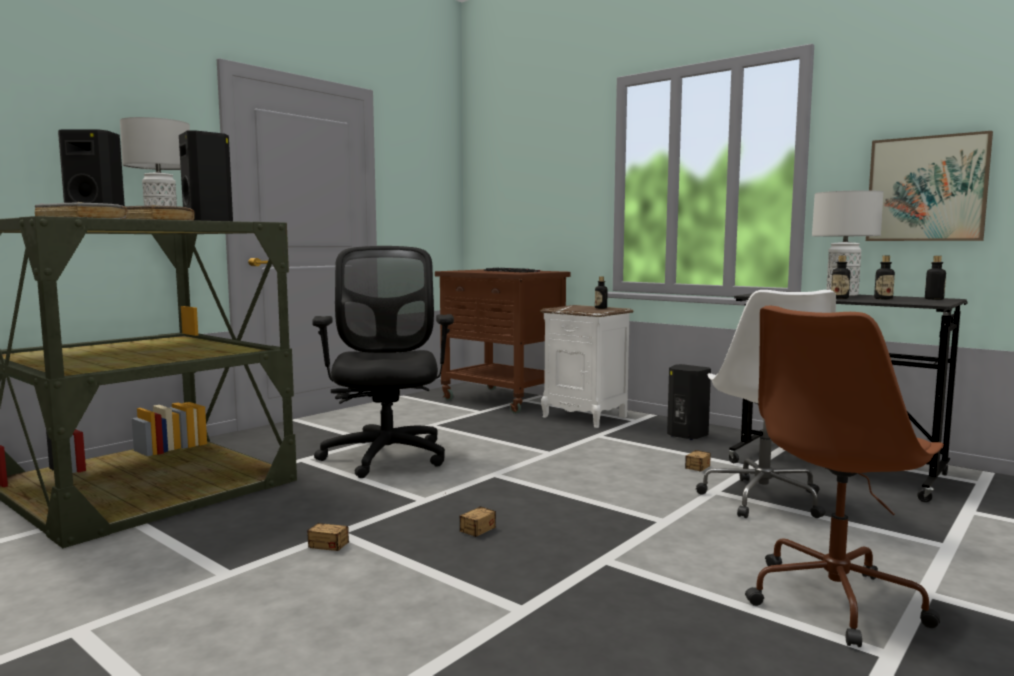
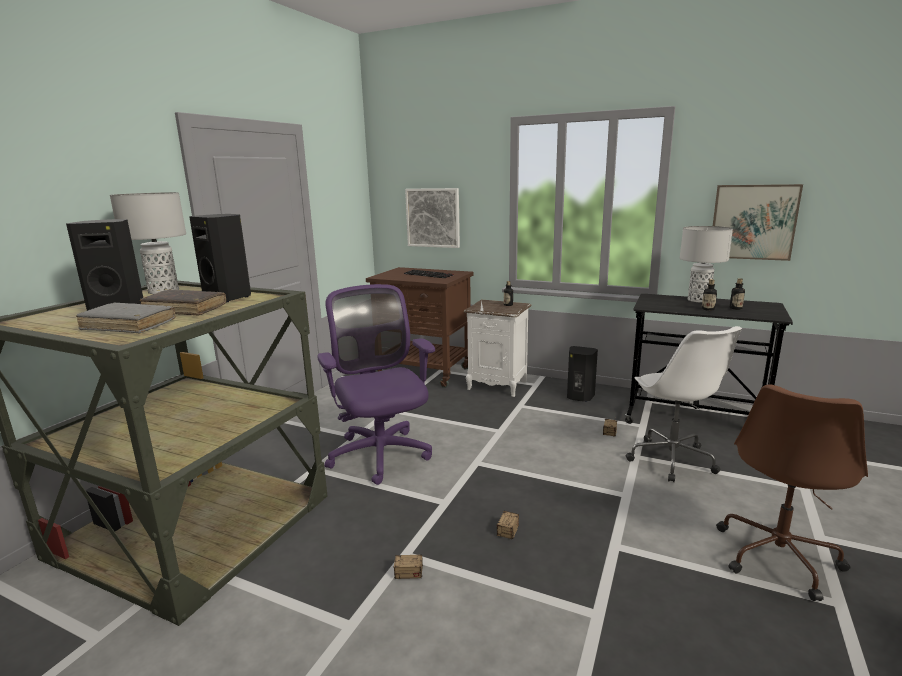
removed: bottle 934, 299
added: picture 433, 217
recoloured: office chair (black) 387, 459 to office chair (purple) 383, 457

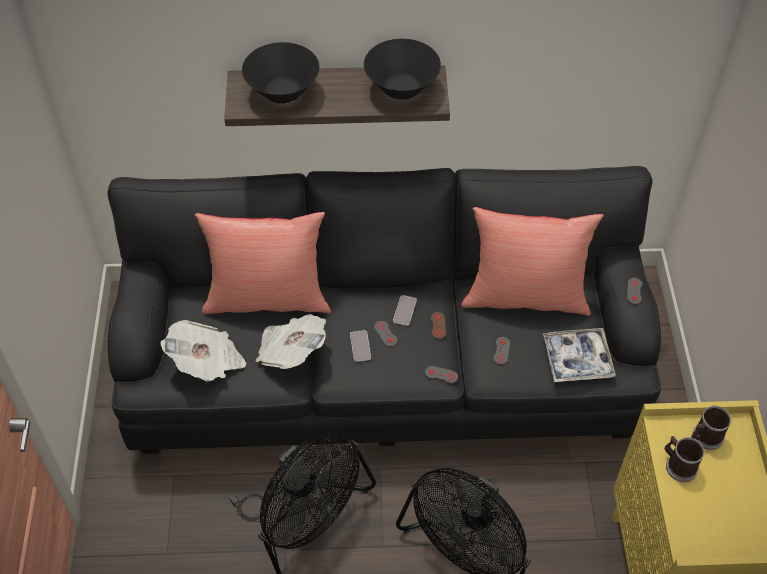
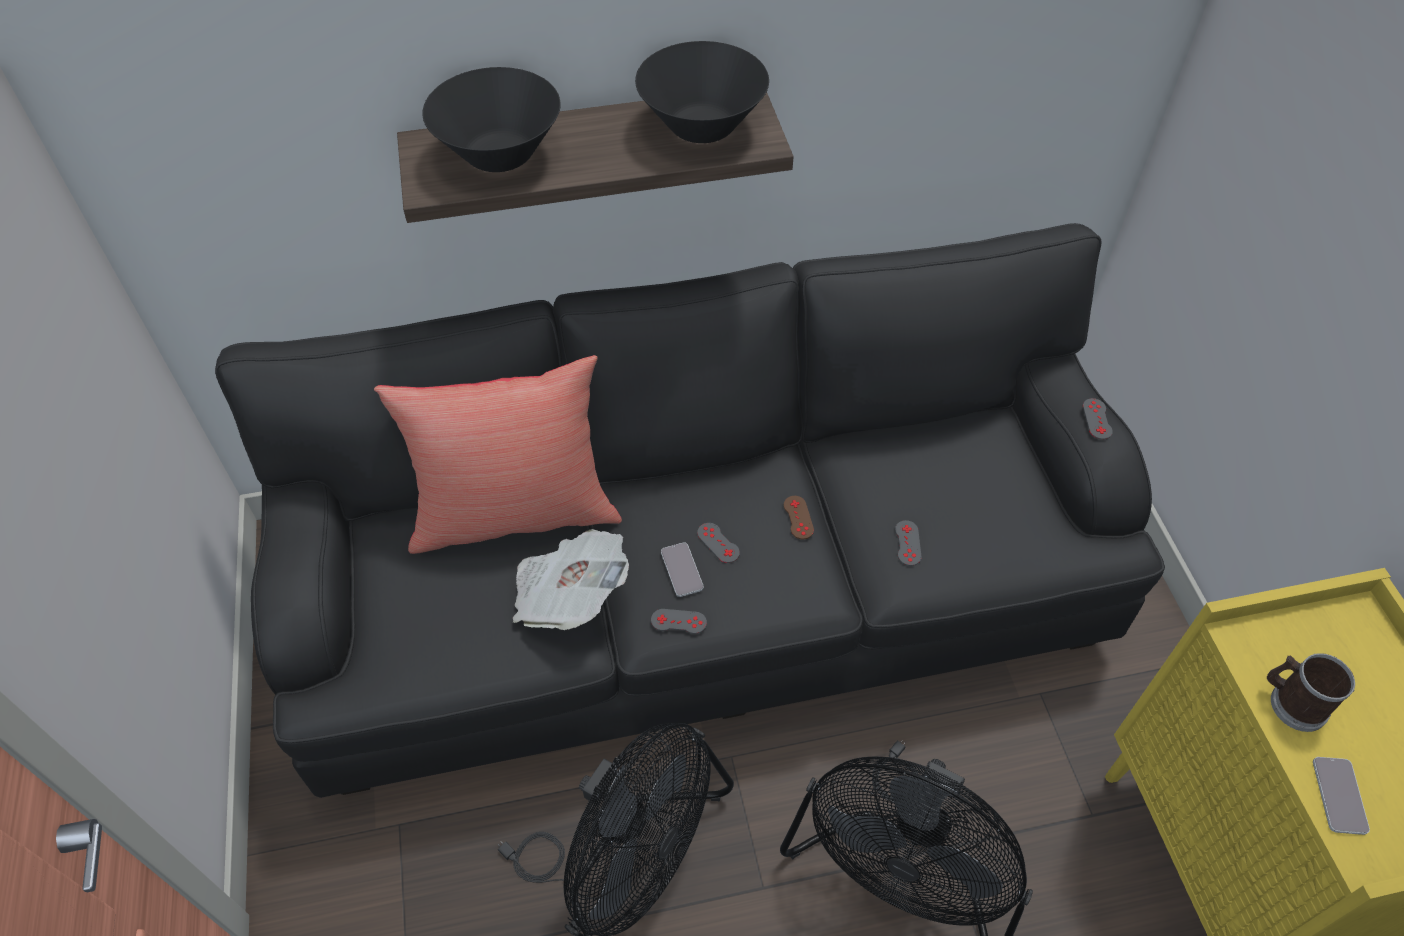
removed: newspaper 207, 362; pillow (red) 525, 296; tray 577, 359; mug 704, 438
moved: game controller (grey) 441, 374 to 678, 621; phone 404, 311 to 1339, 796

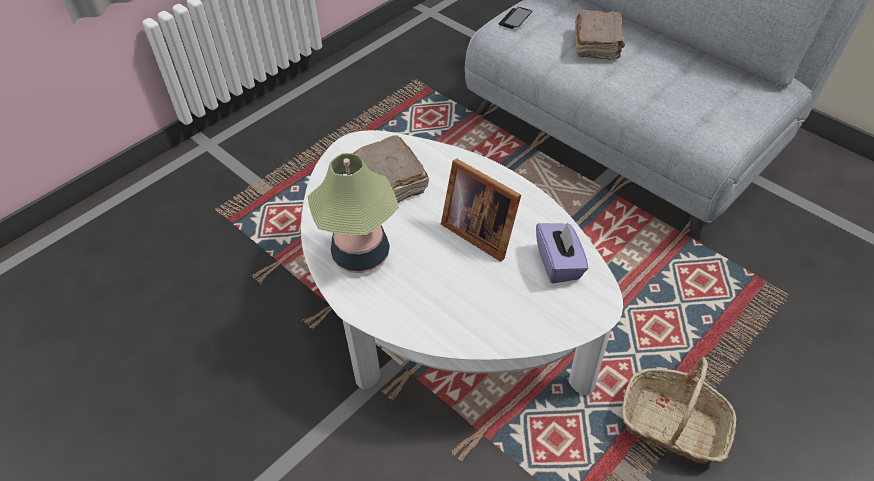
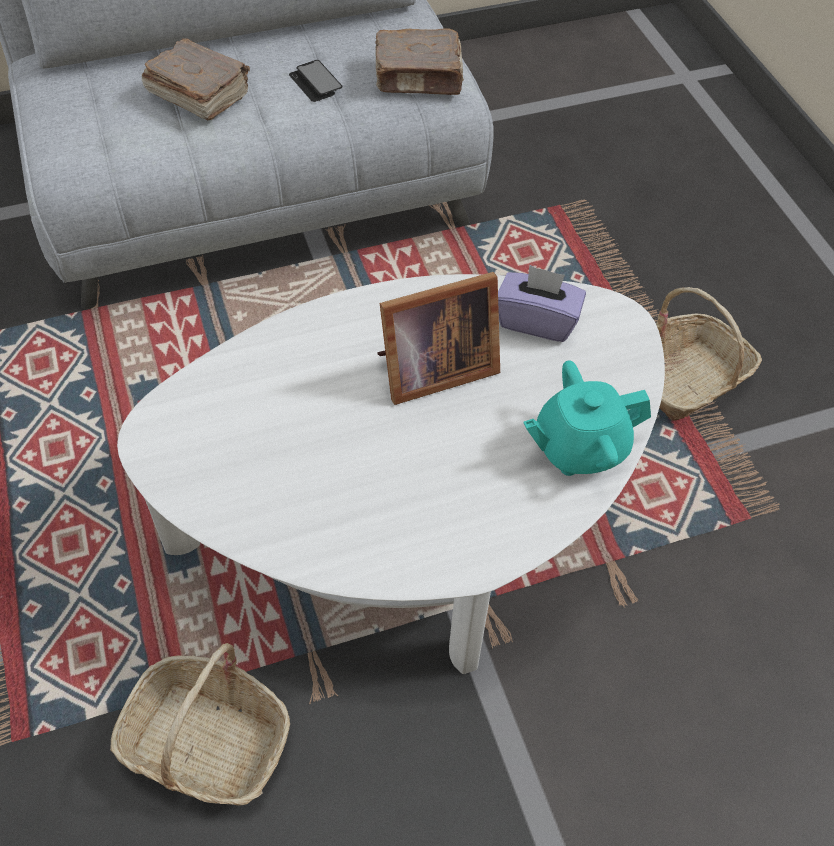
removed: table lamp 361, 254
added: basket 207, 741; teapot (turquoise) 579, 447
moved: phone 515, 19 to 315, 82; book (brown) 391, 181 to 419, 78

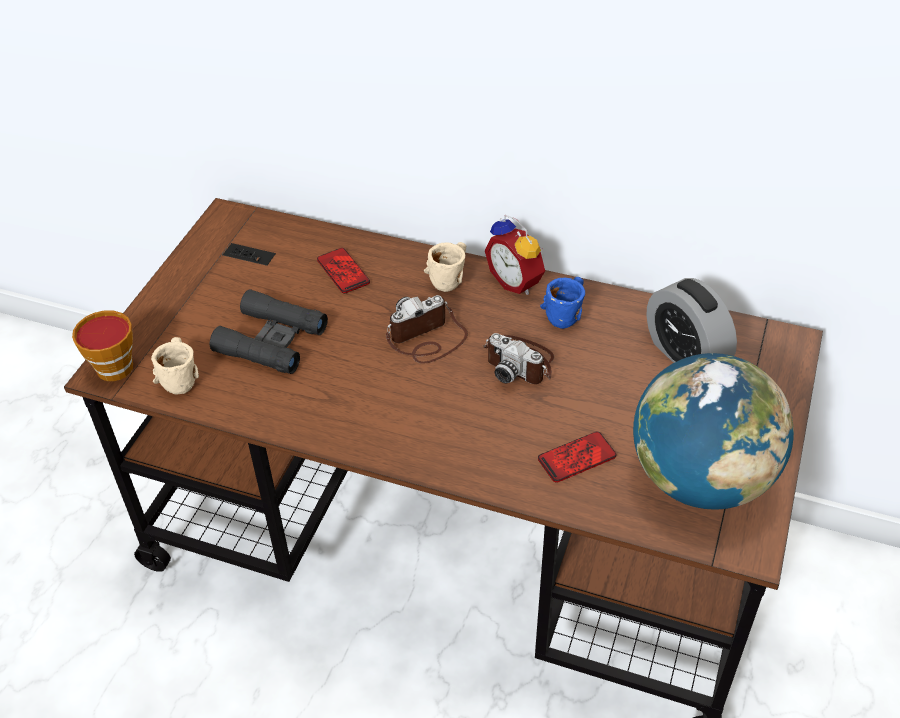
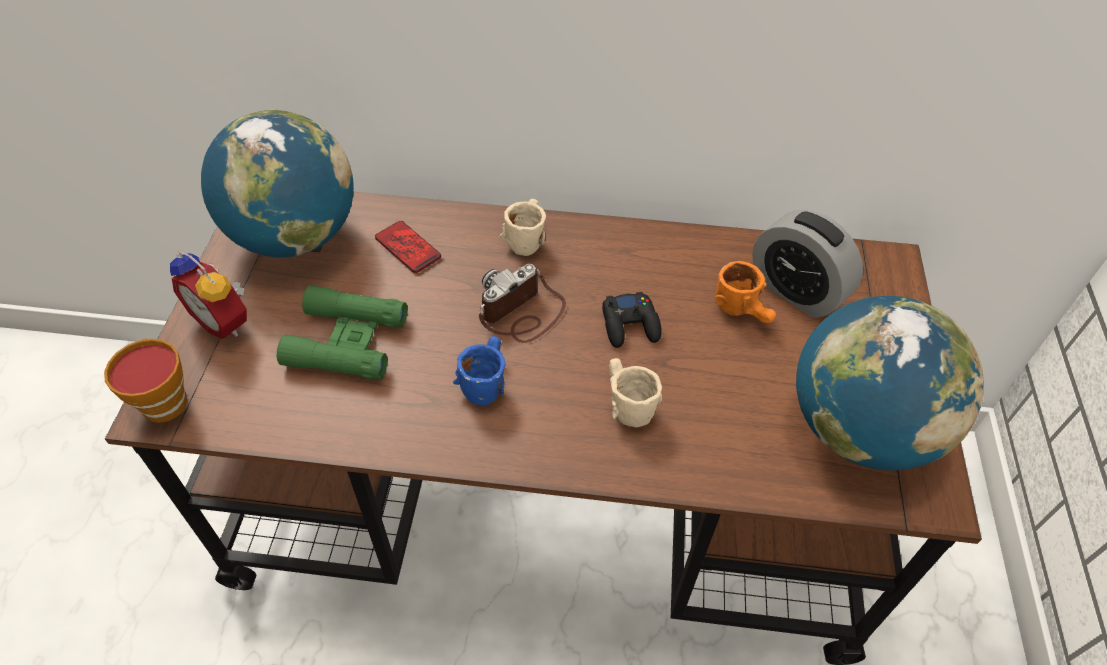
removed: phone 577, 458
added: globe 295, 236; mug (orange) 744, 311
moved: alarm clock 517, 281 to 225, 320; mug (blue) 565, 311 to 484, 379; mug (beige) 177, 375 to 624, 402
replaced: photo camera 520, 362 to game controller (black) 630, 325
recoloured: binoculars (black) 271, 340 to binoculars (green) 347, 341

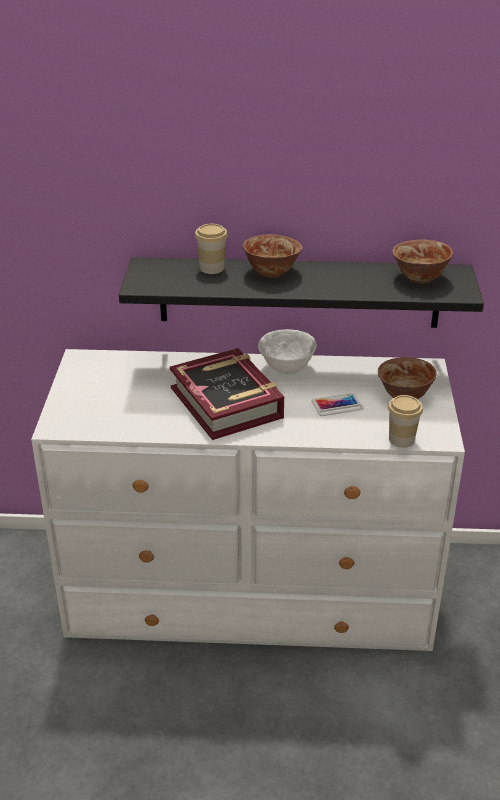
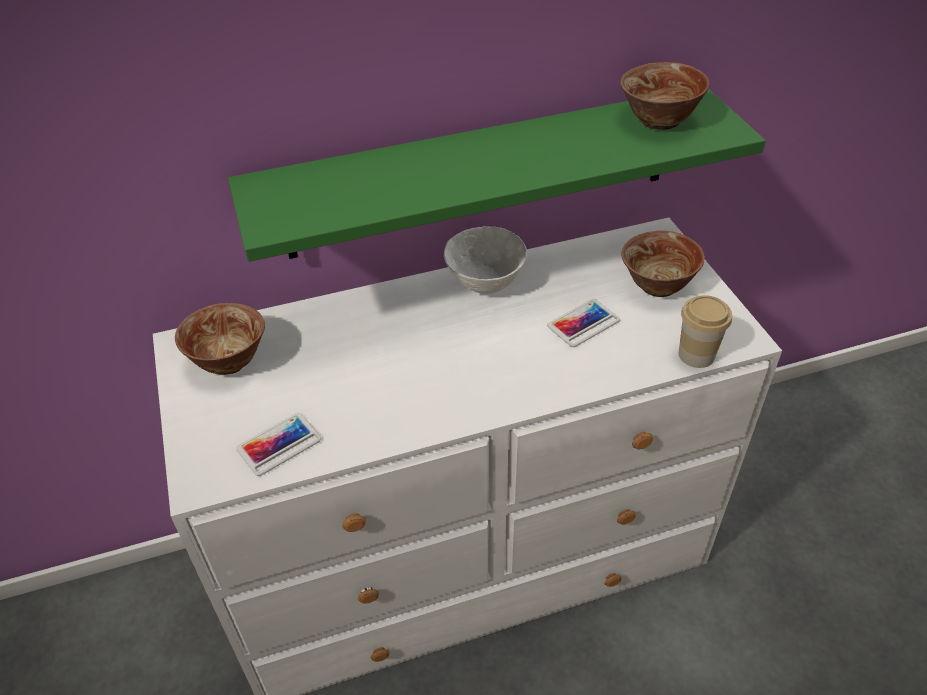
removed: book 227, 402; cup 212, 268
added: phone 279, 444
moved: bowl 271, 272 to 228, 361
recoloured: shelf (black) 299, 292 to shelf (green) 481, 173

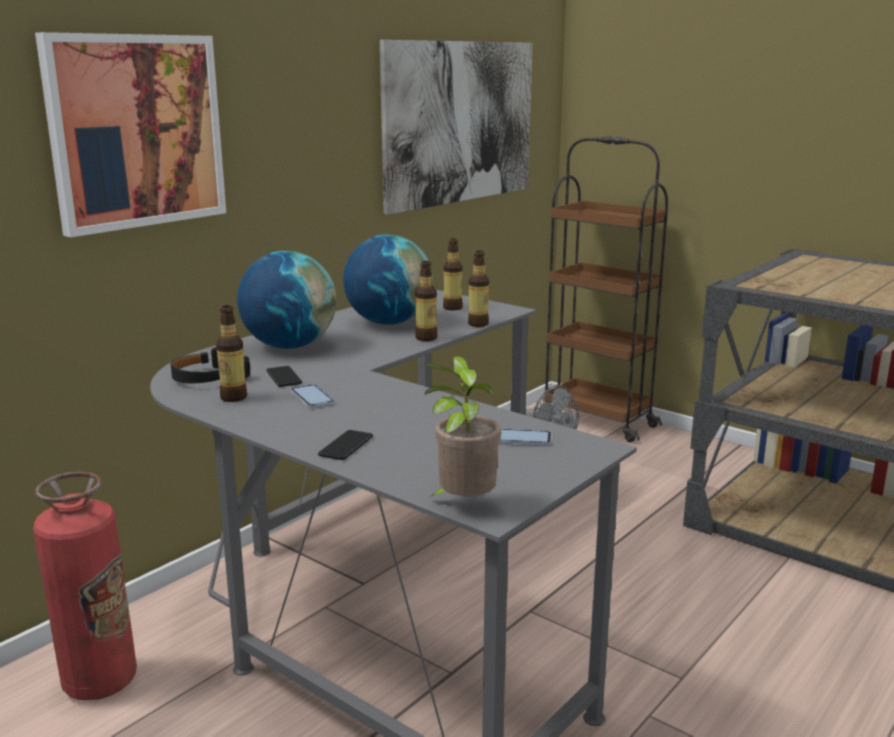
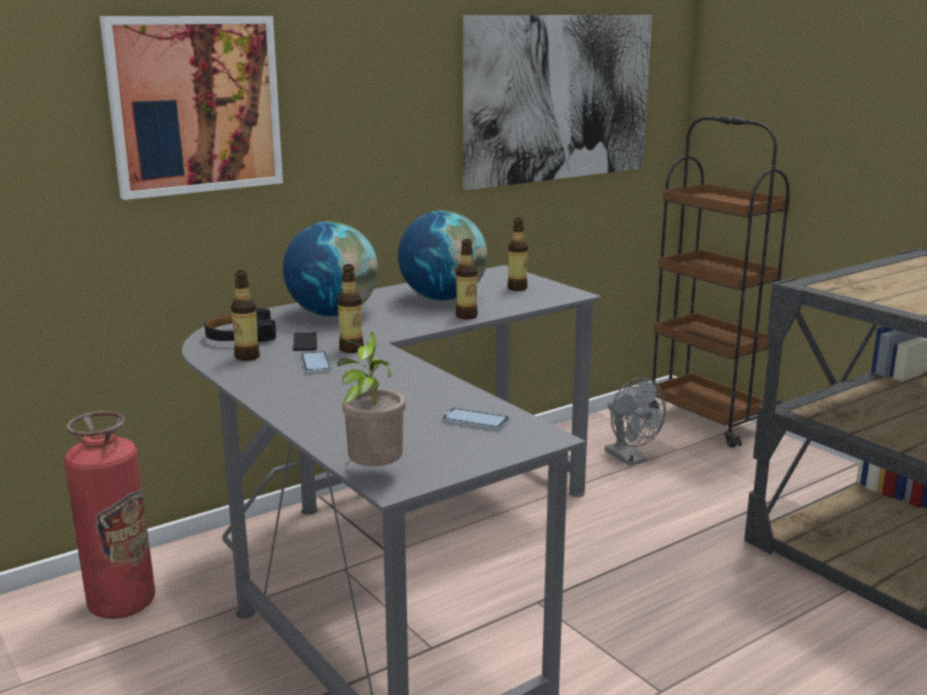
removed: phone 346, 446
moved: bottle 478, 324 to 351, 349

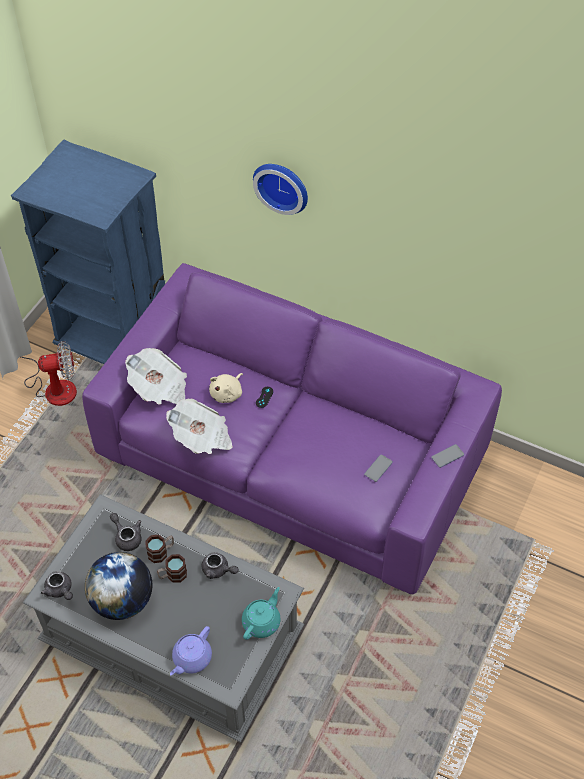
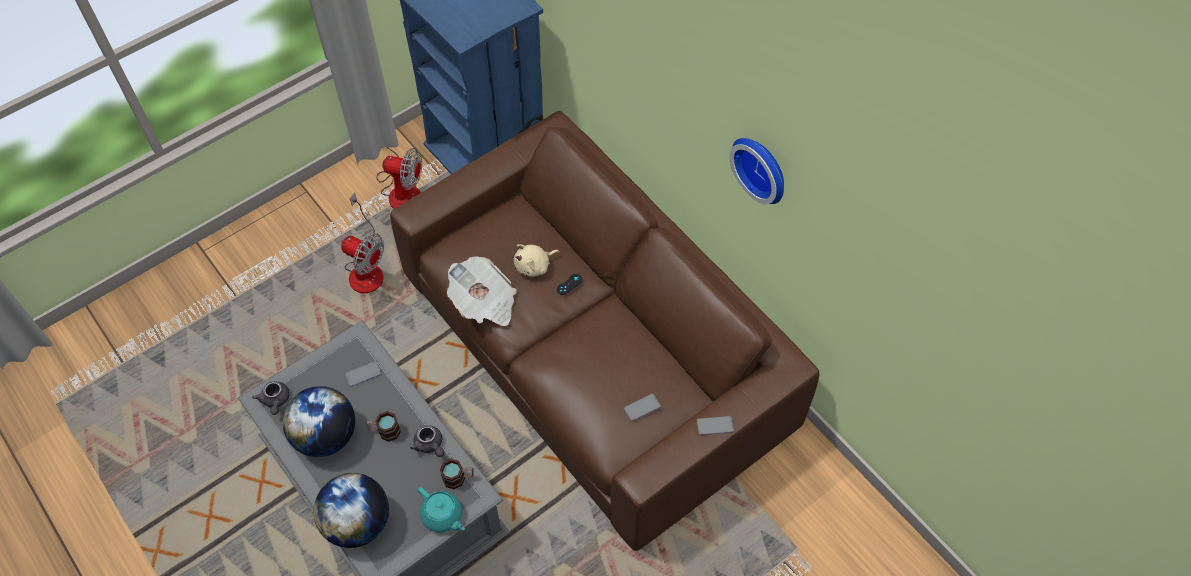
removed: newspaper 159, 388
added: fan 365, 268
moved: mug 161, 552 to 458, 478; wall clock 282, 185 to 762, 167
replaced: teapot (purple) 191, 658 to globe 358, 523; teapot (grey) 127, 537 to phone 363, 374
recoloured: sofa (purple) 292, 451 to sofa (brown) 596, 348
turned: teapot (turquoise) 262, 622 = 443, 516 75 degrees clockwise

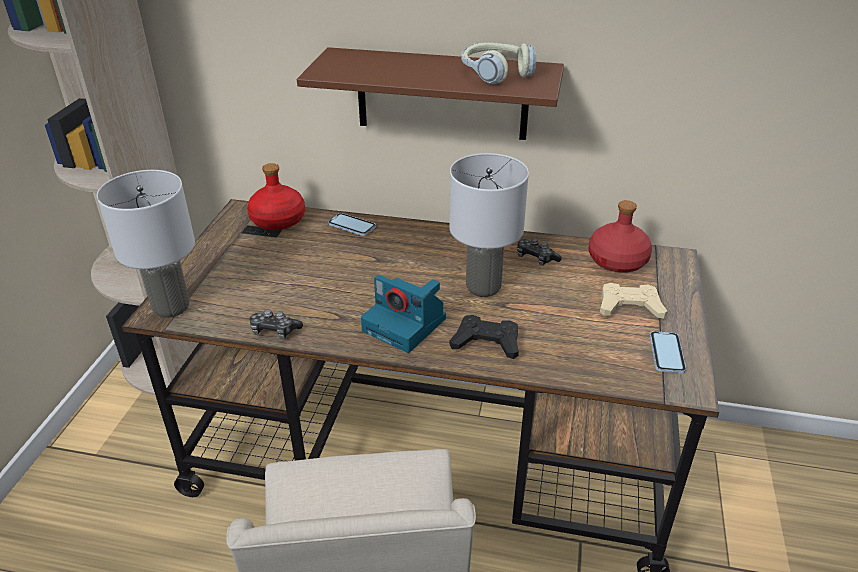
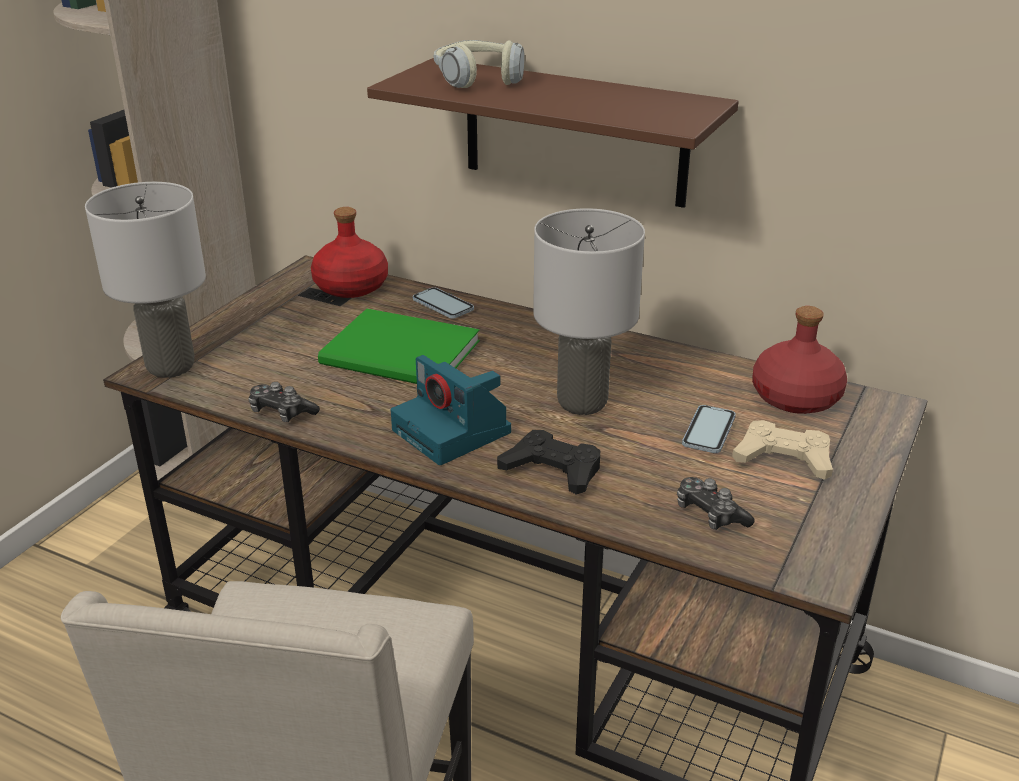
added: book (green) 403, 355
moved: headphones 495, 73 to 479, 78; game controller 536, 258 to 710, 514; phone 666, 353 to 708, 431

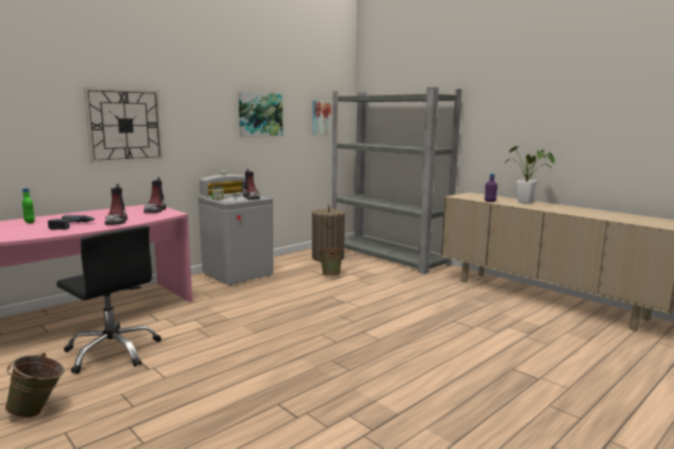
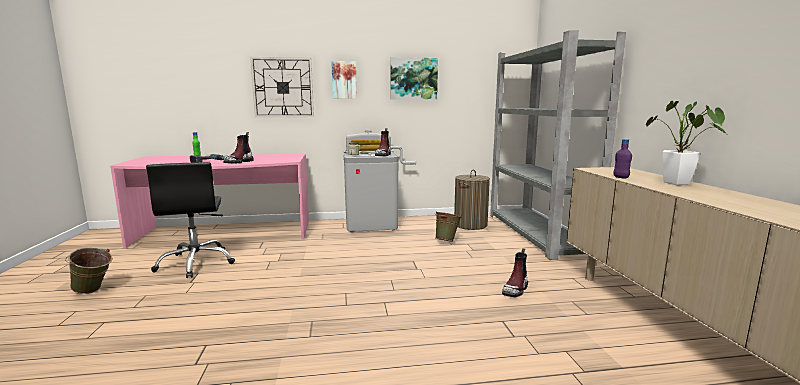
moved: picture 320, 117 to 344, 80; boot 155, 210 to 515, 289

